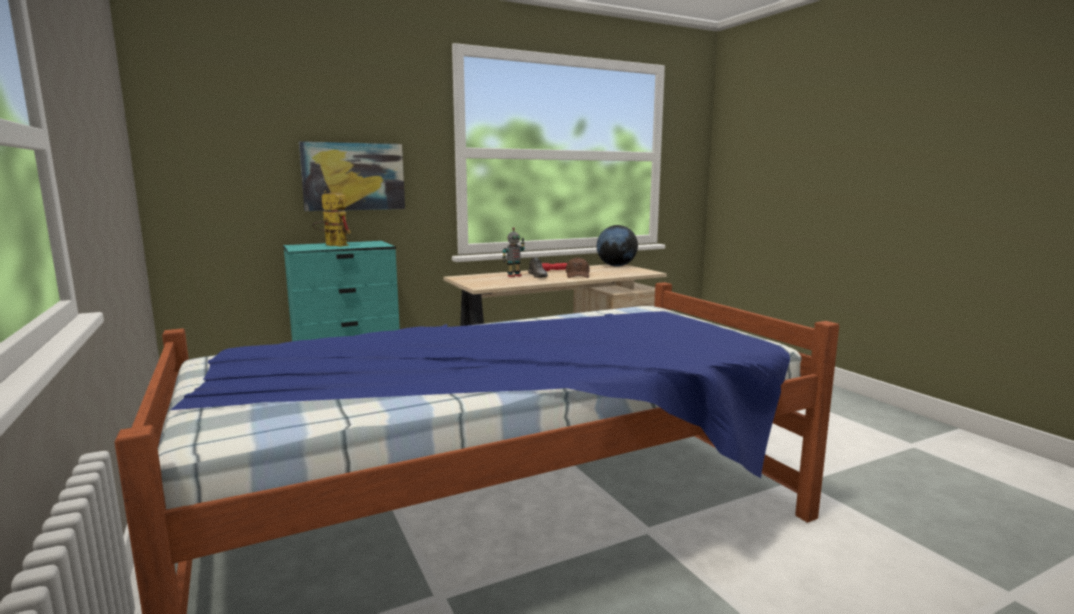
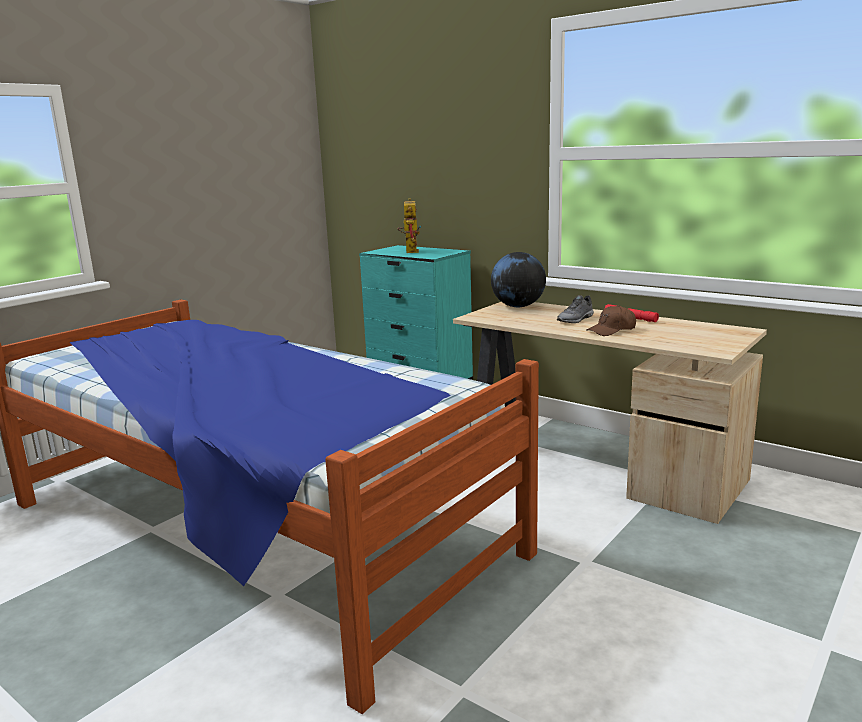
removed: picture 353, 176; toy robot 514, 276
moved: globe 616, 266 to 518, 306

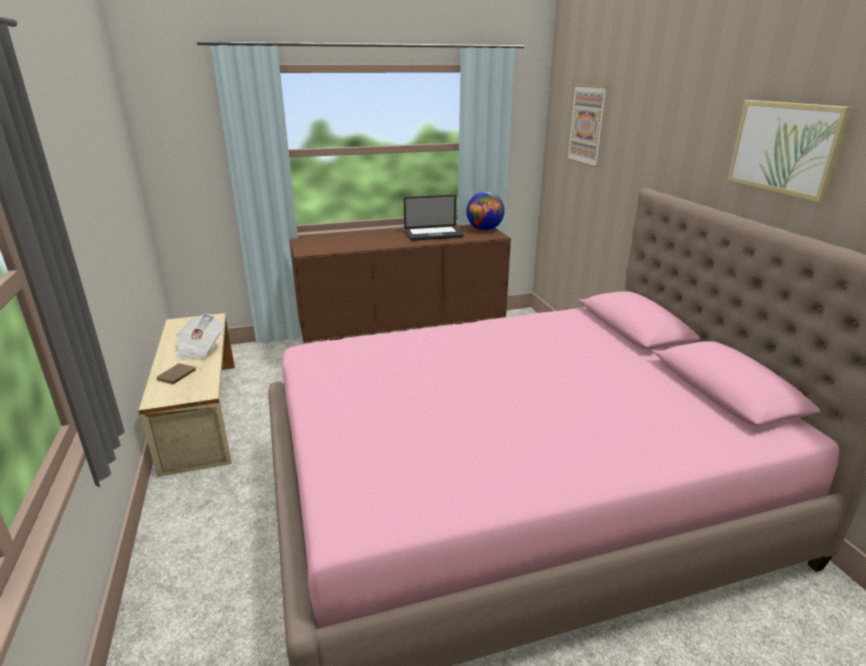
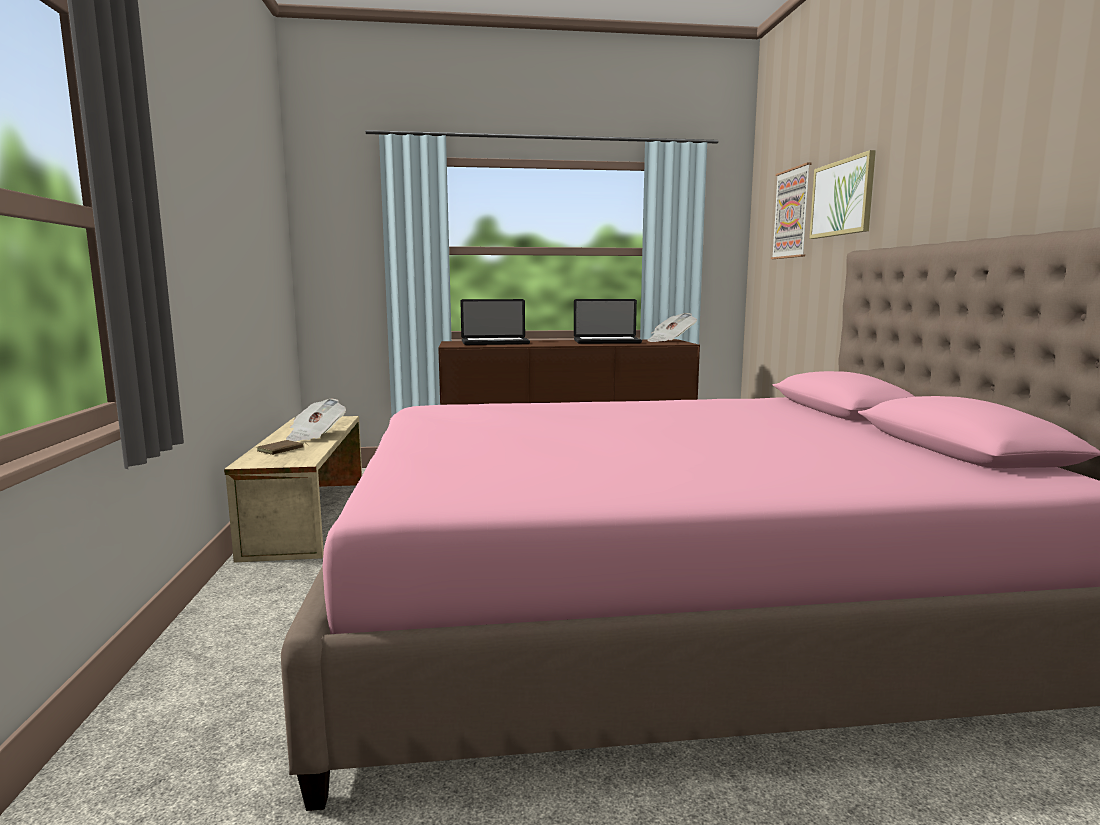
added: laptop 495, 343
moved: picture 785, 147 to 842, 198
replaced: globe 484, 229 to newspaper 670, 341

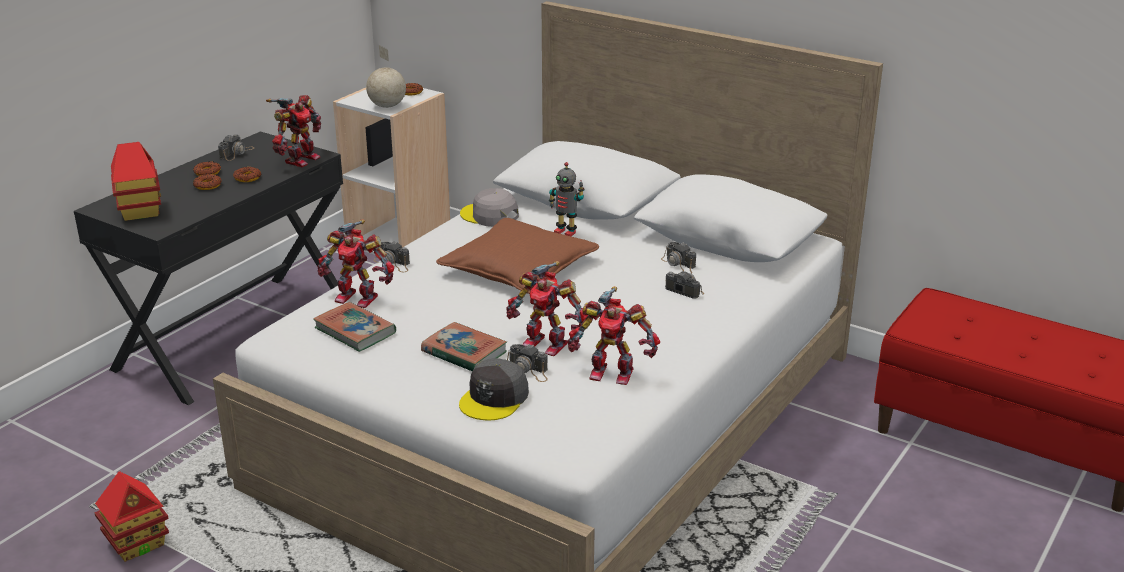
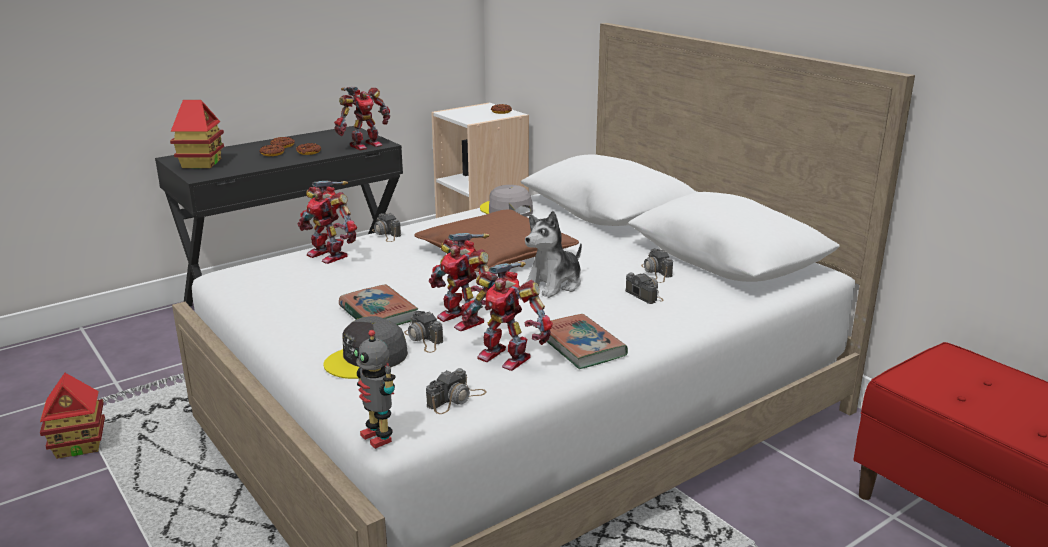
removed: globe 387, 106
added: plush toy 554, 284
moved: toy robot 565, 232 to 378, 437; photo camera 237, 153 to 456, 399; book 355, 331 to 581, 346

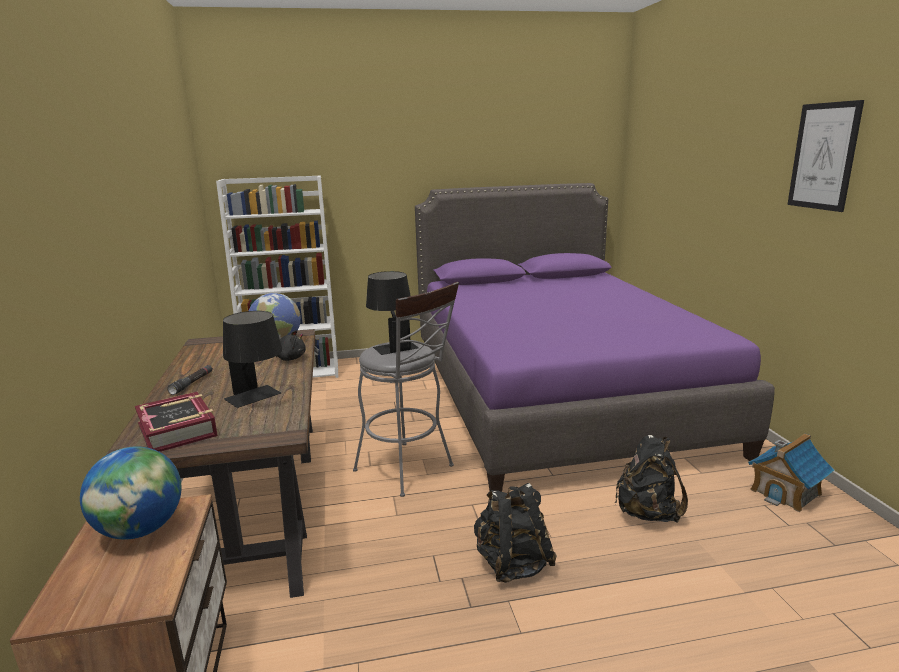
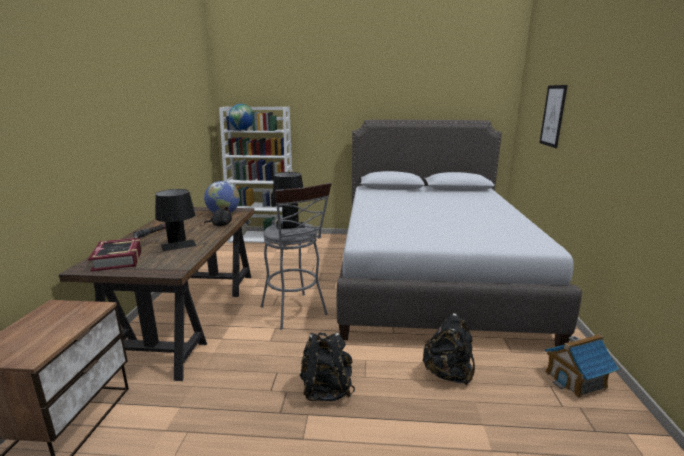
moved: globe 141, 530 to 243, 130; picture 823, 156 to 553, 116
recoloured: bed (purple) 555, 395 to bed (grey) 429, 276

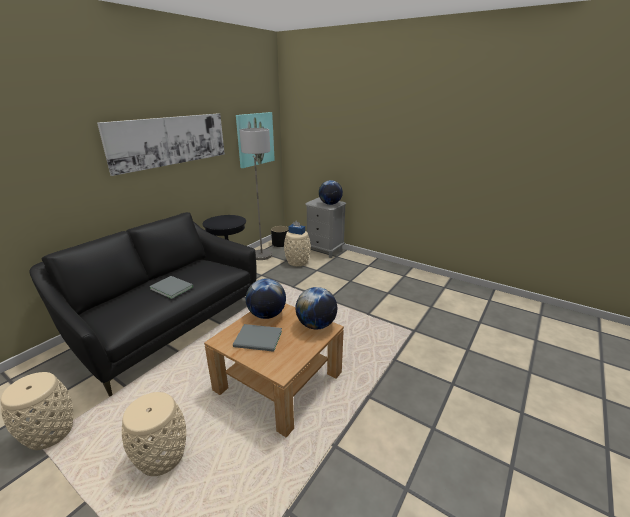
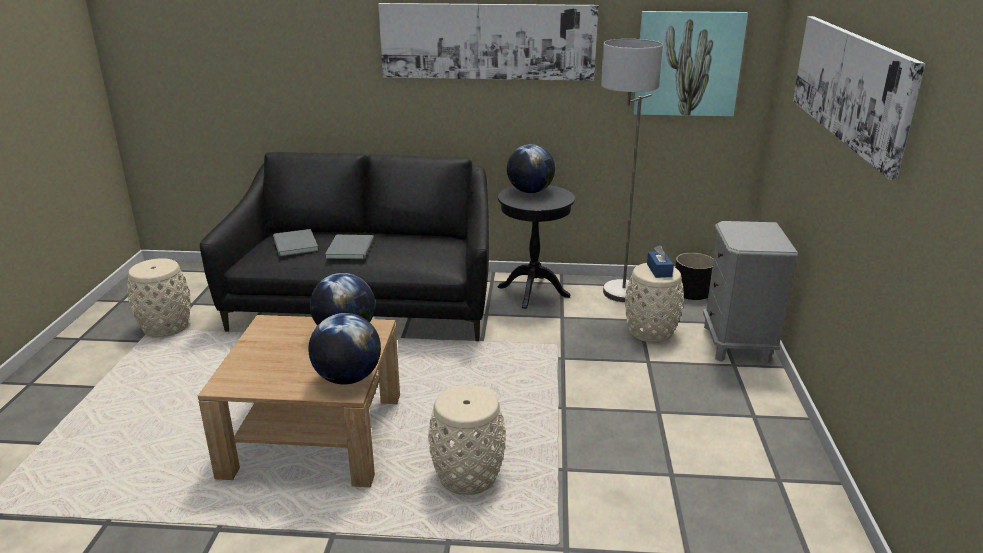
added: picture 849, 86
moved: book (grey) 259, 340 to 294, 245; stool (beige) 162, 456 to 468, 476; globe 330, 204 to 530, 191

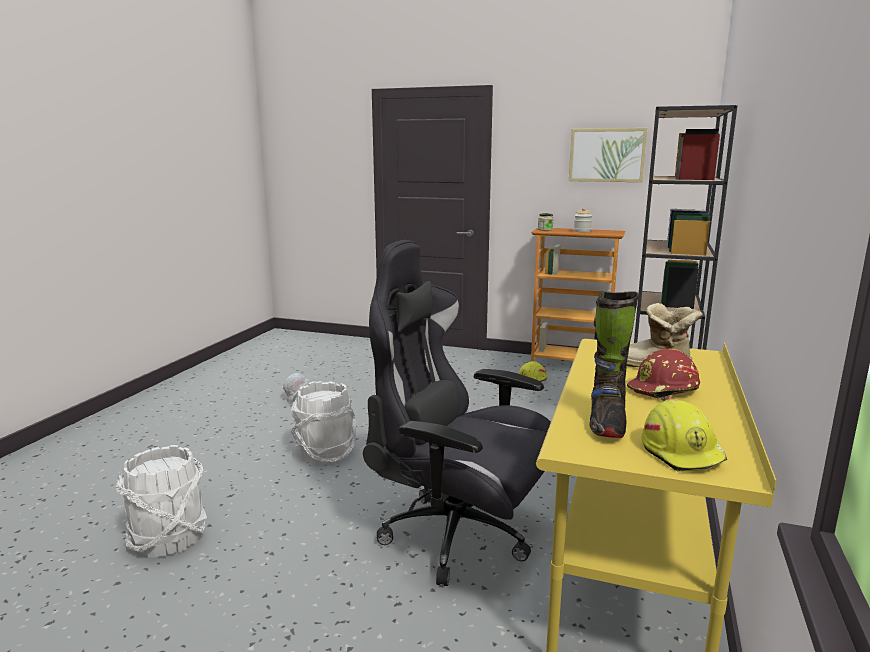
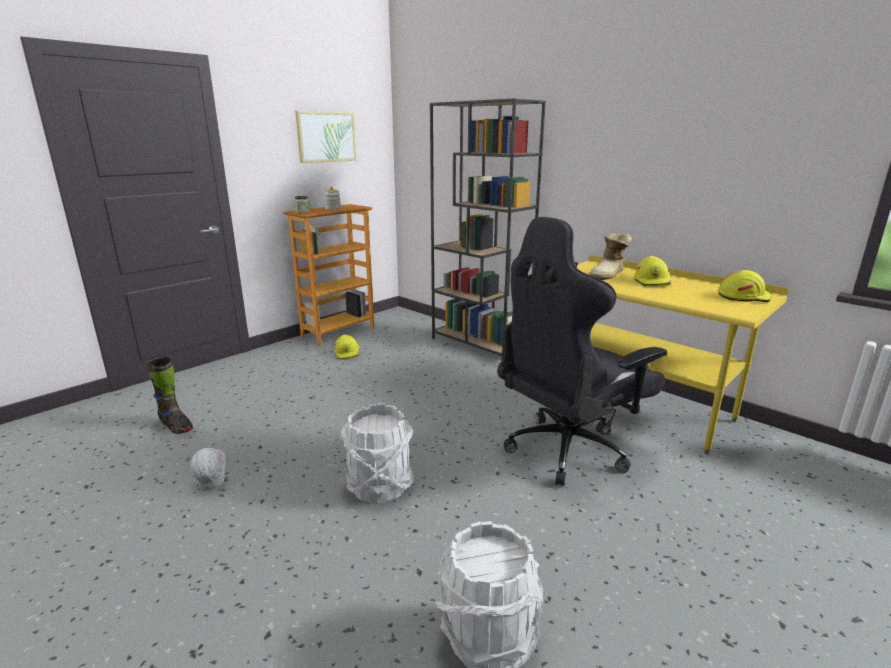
moved: boot (black) 606, 423 to 176, 426
recoloured: hard hat (red) 663, 390 to hard hat (yellow) 652, 282

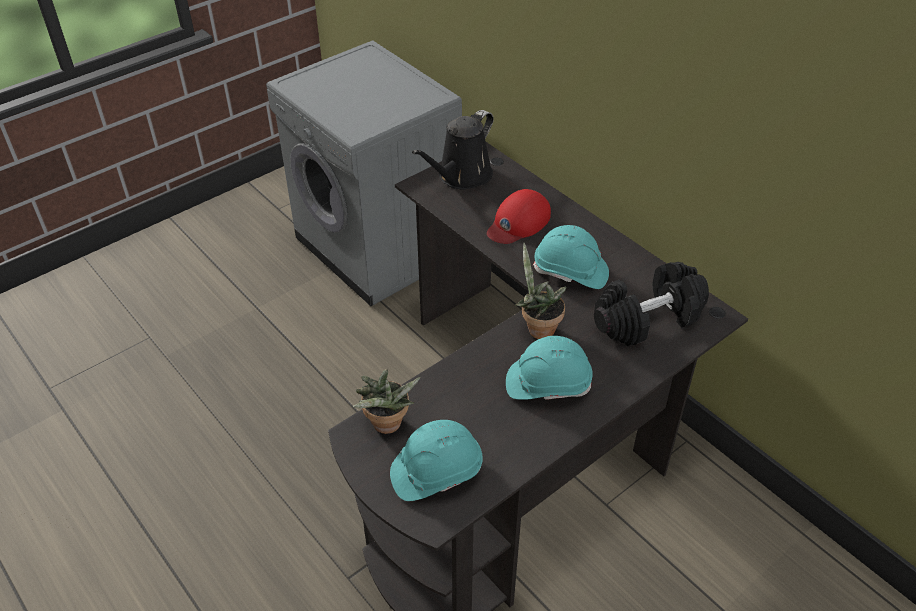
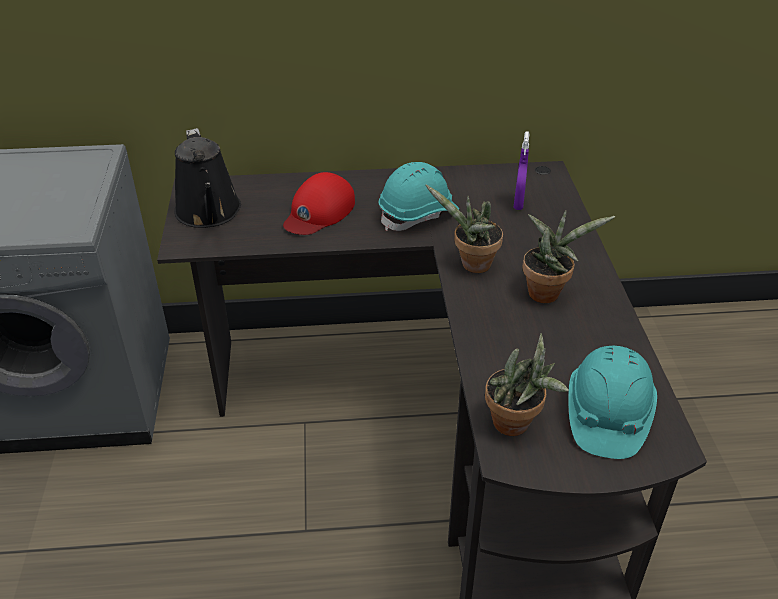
replaced: dumbbell (black) 648, 318 to spray bottle (purple) 518, 203; hard hat (turquoise) 548, 384 to potted plant 547, 292
turned: cap (red) 518, 222 = 319, 212 45 degrees clockwise

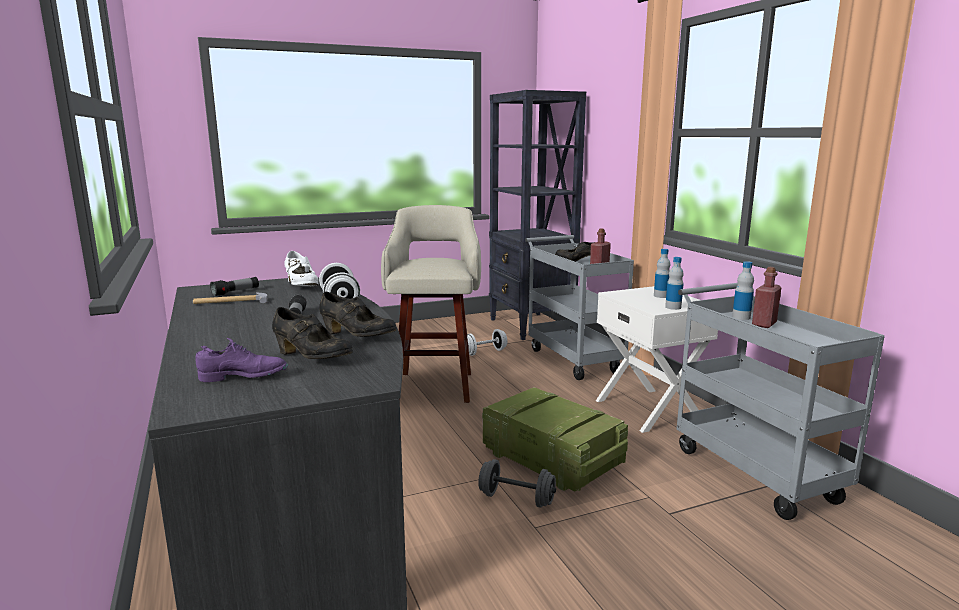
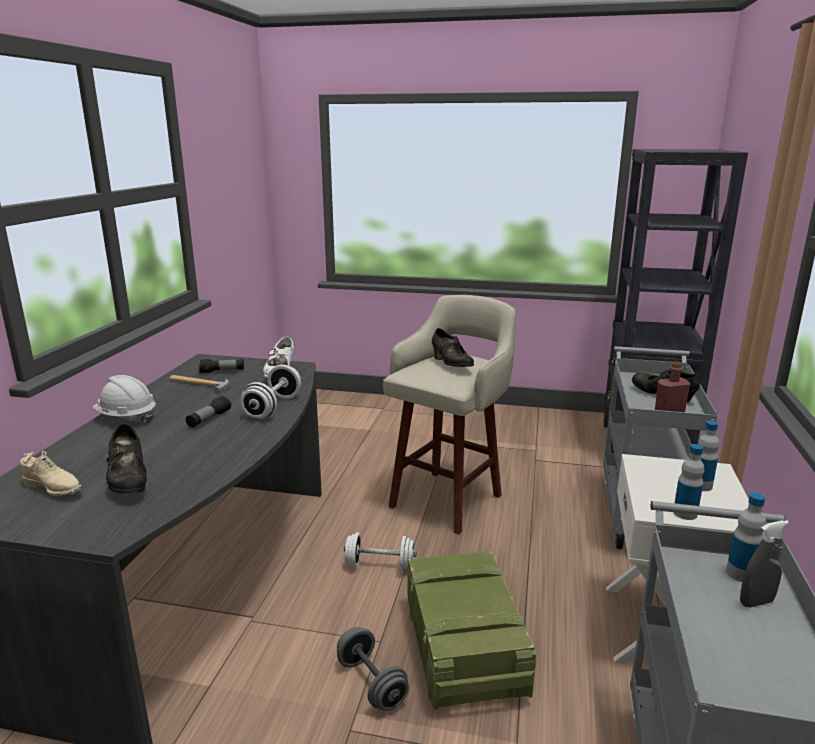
added: hard hat (white) 126, 418
moved: dumbbell (white) 484, 352 to 380, 565; shoe (black) 357, 336 to 451, 365
replaced: bottle (red) 764, 324 to spray bottle (grey) 756, 602
recoloured: shoe (purple) 244, 377 to shoe (beige) 54, 488

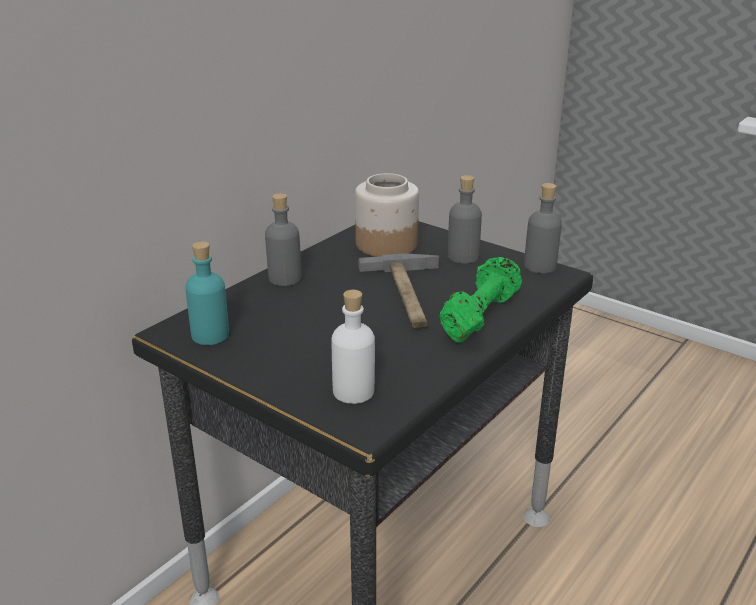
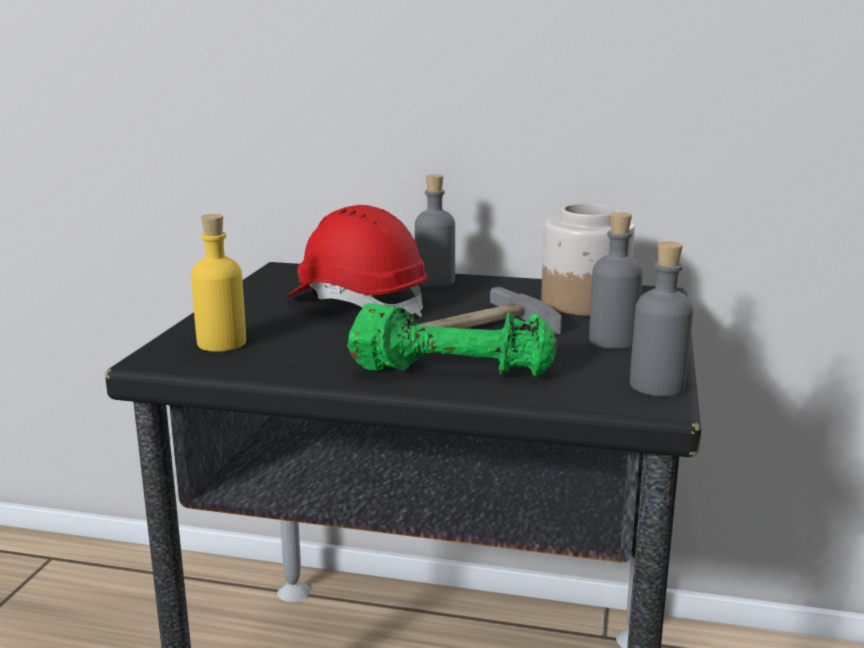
removed: bottle (turquoise) 210, 335
added: hard hat (red) 357, 304
recoloured: bottle (white) 353, 391 to bottle (yellow) 221, 343

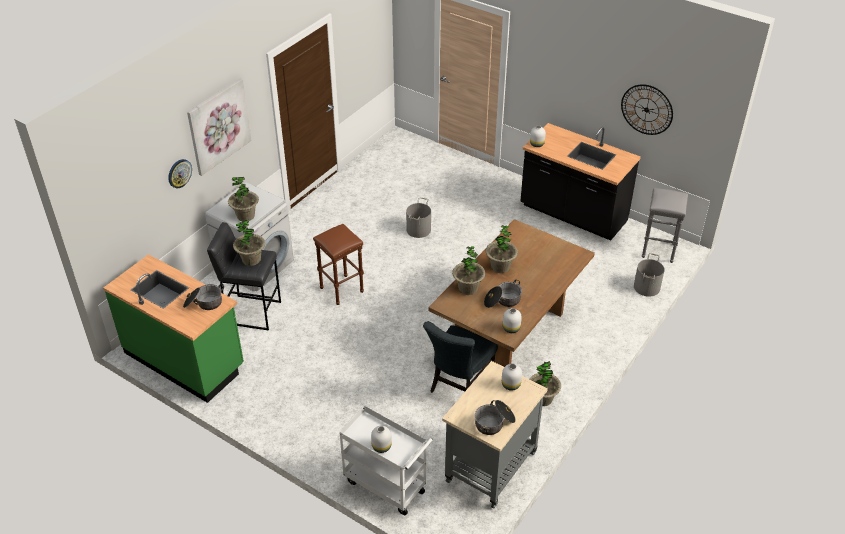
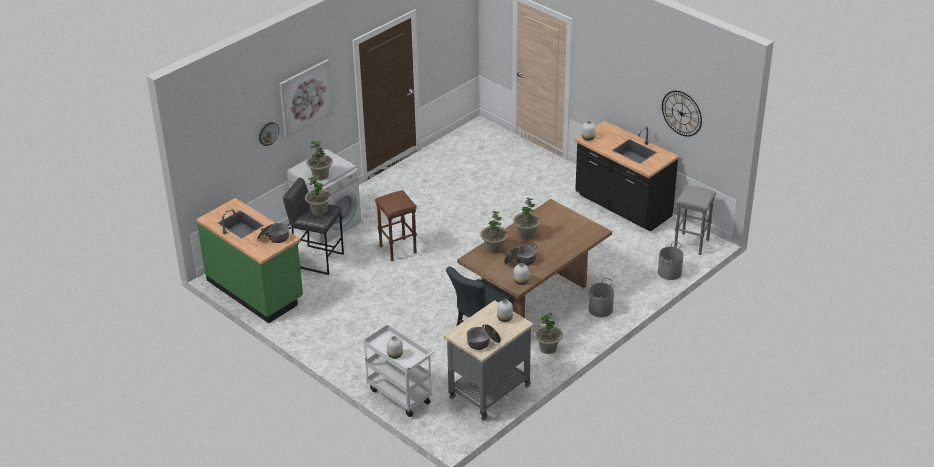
moved: bucket (grey) 419, 230 to 601, 309

